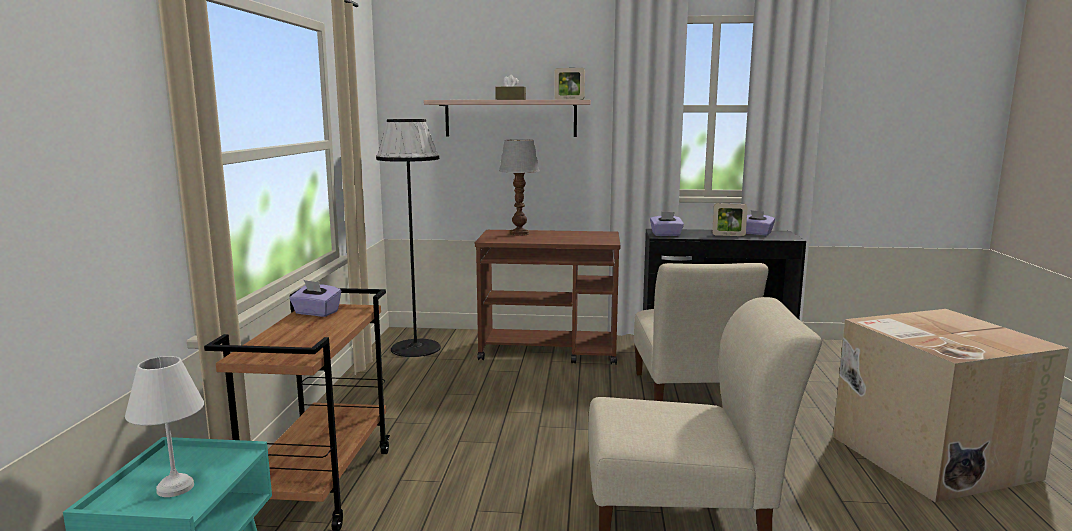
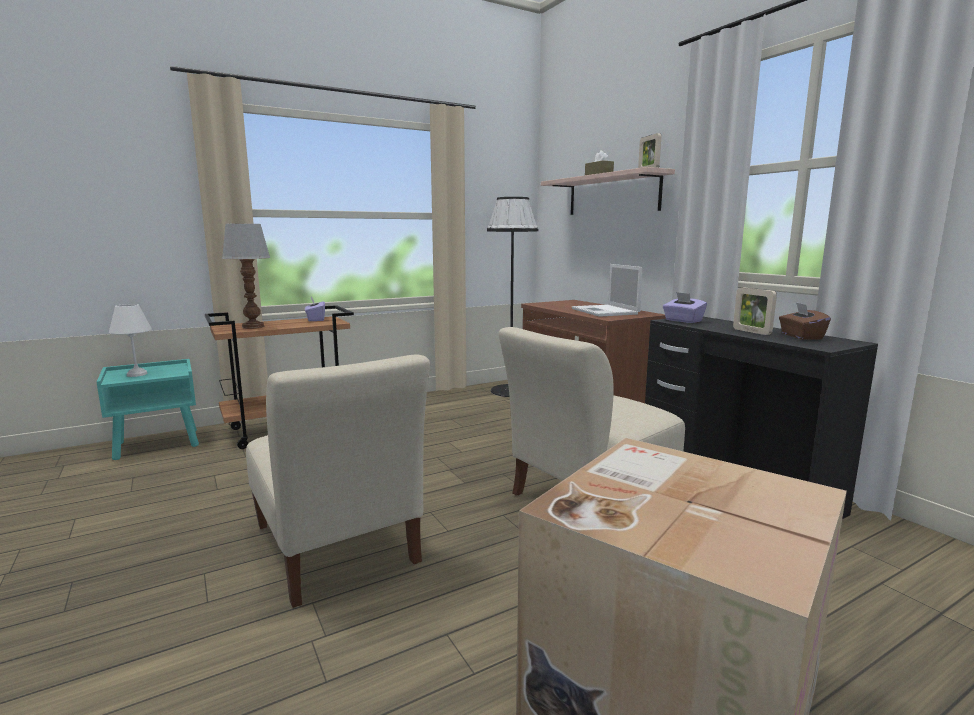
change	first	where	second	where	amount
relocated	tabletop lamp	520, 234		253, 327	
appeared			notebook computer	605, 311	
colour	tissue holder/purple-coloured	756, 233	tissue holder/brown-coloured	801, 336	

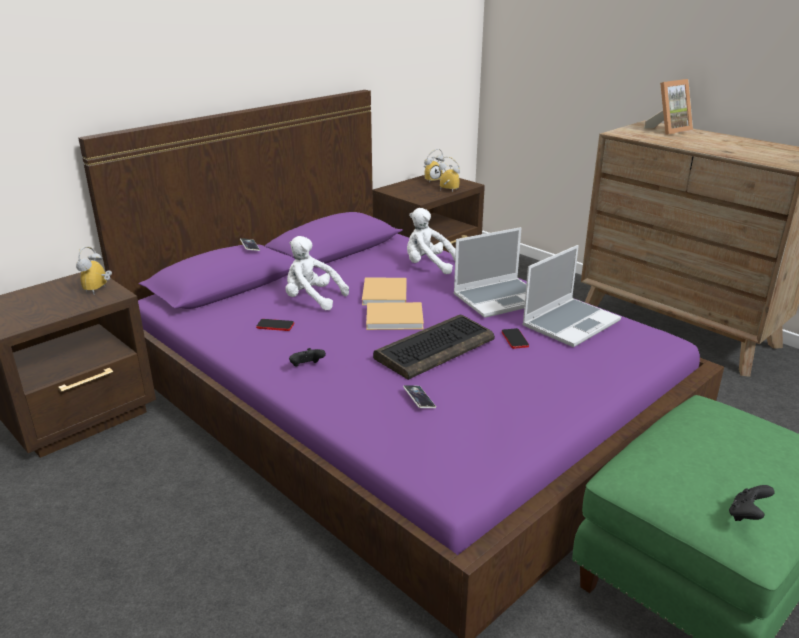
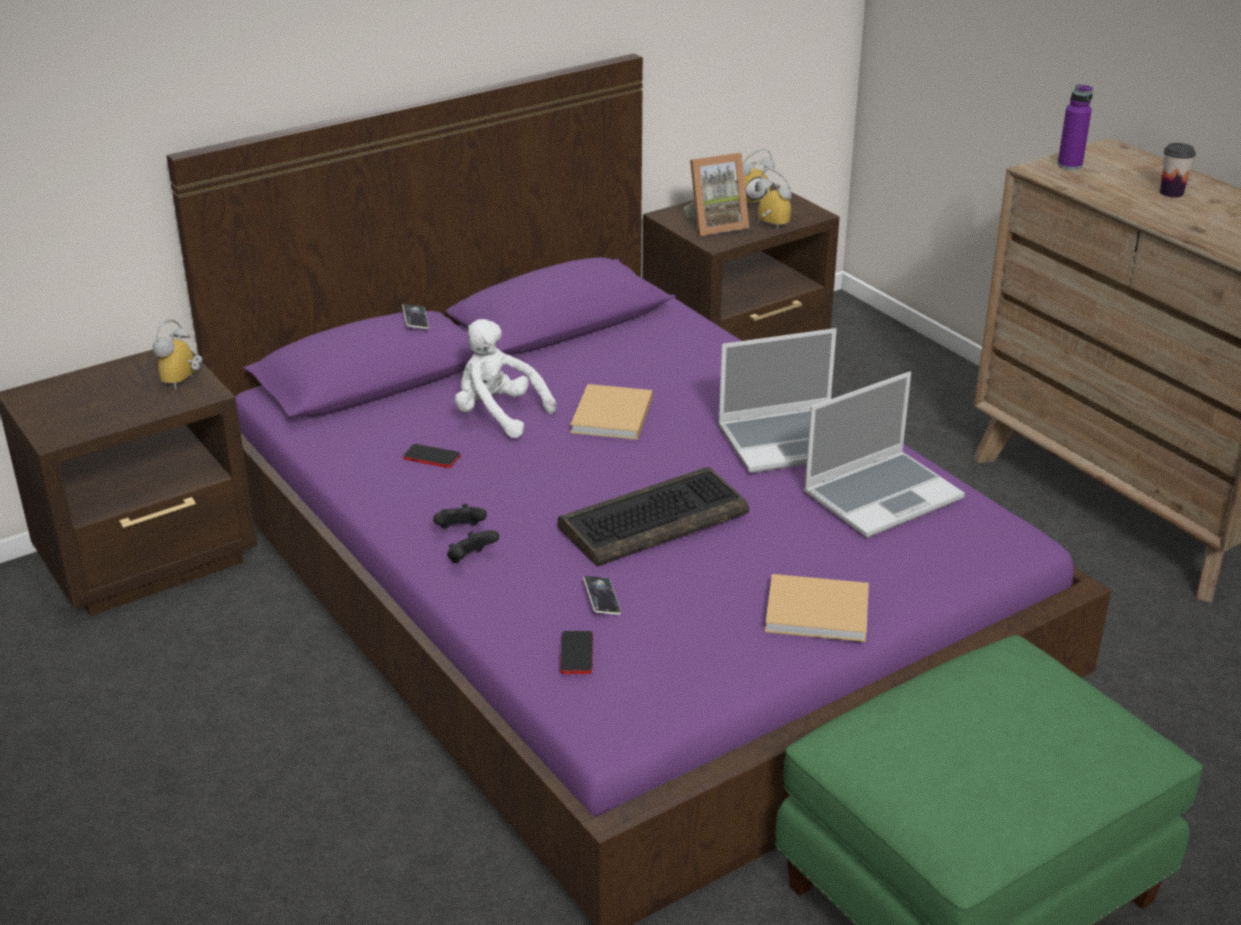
change	first	where	second	where	amount
relocated	joypad/black	747, 515		471, 560	
relocated	handset	514, 339		576, 653	
relocated	picture frame	668, 130		715, 225	
relocated	volume/sand-coloured	396, 318		820, 612	
appeared			beverage bottle/purple-coloured	1069, 165	
appeared			cup	1171, 193	
missing	cuddly toy/white	428, 266			

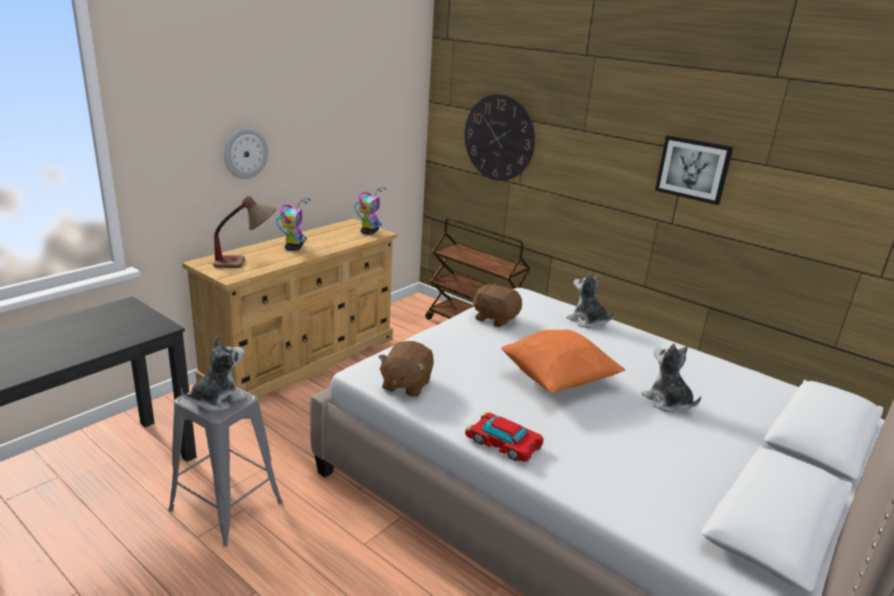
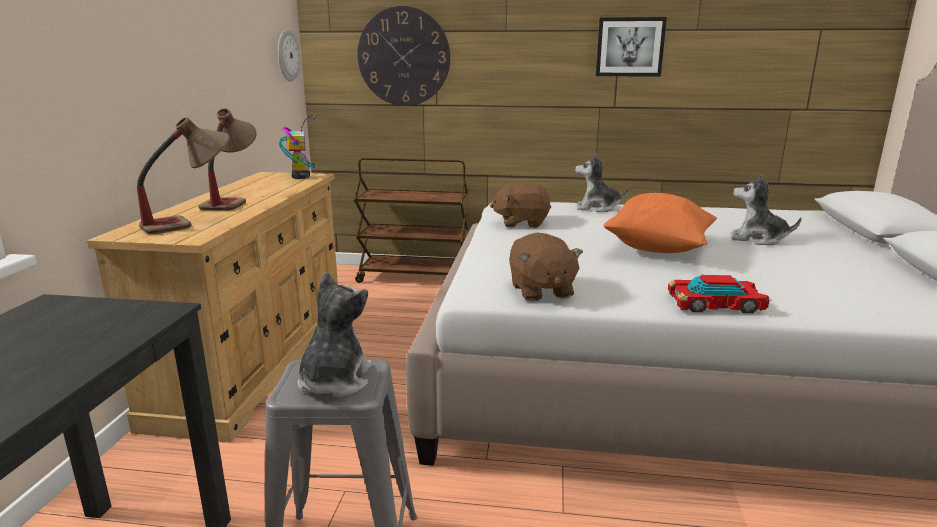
change	first	where	second	where	amount
exchanged	toy robot	294, 247	tabletop lamp	232, 201	
relocated	wall clock	245, 153		287, 55	

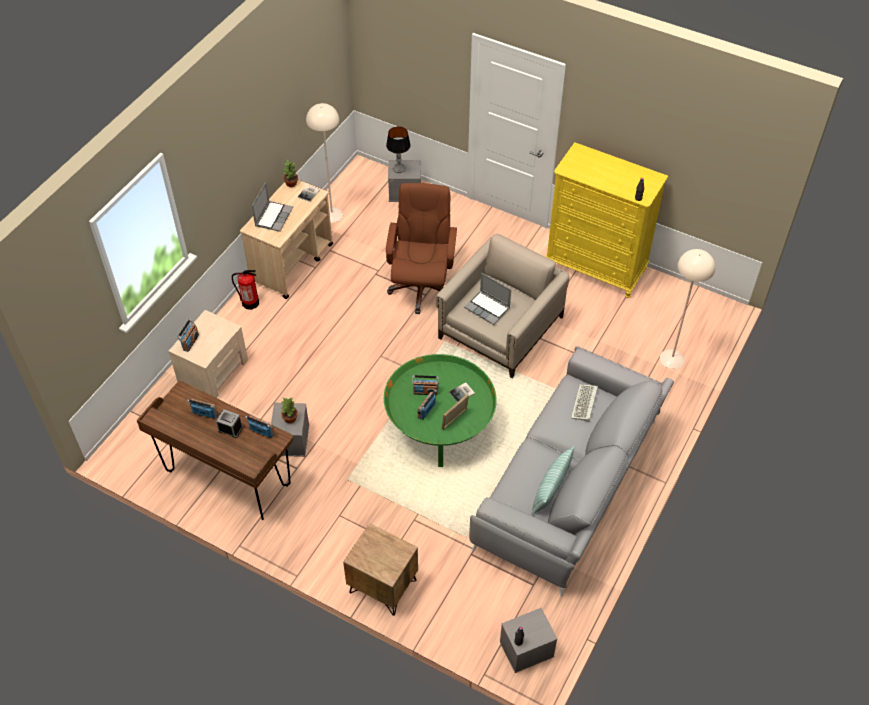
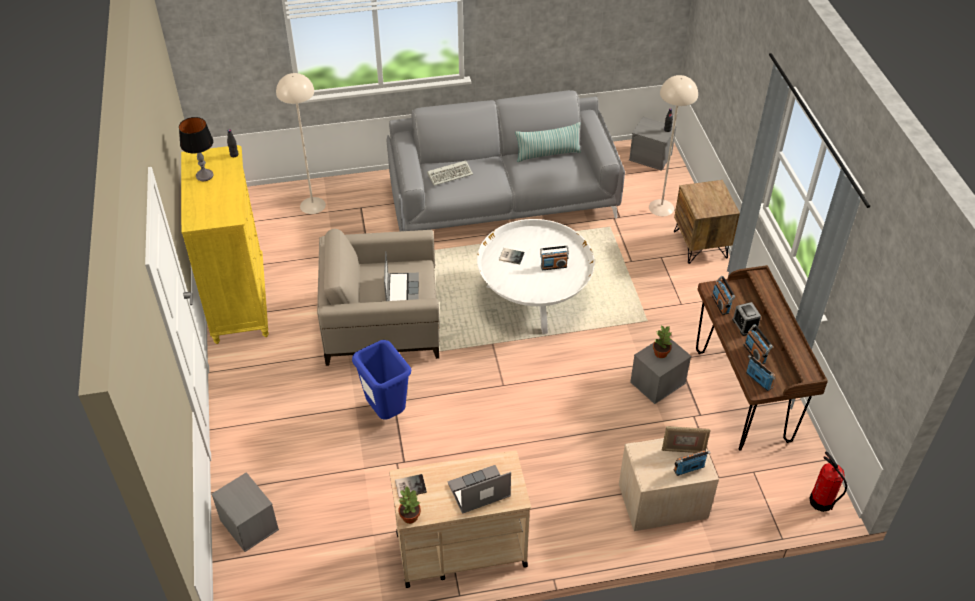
change	first	where	second	where	amount
relocated	tabletop lamp	399, 168		204, 176	
exchanged	computer chair/brown-coloured	421, 287	trash can/blue-coloured	386, 412	
colour	coffee table/greenish	439, 427	coffee table/white	534, 297	
relocated	standard lamp/sand-coloured	331, 214		661, 208	
relocated	picture frame	455, 419		683, 450	
relocated	radio	425, 392		758, 380	
relocated	fire extinguisher	250, 302		821, 502	

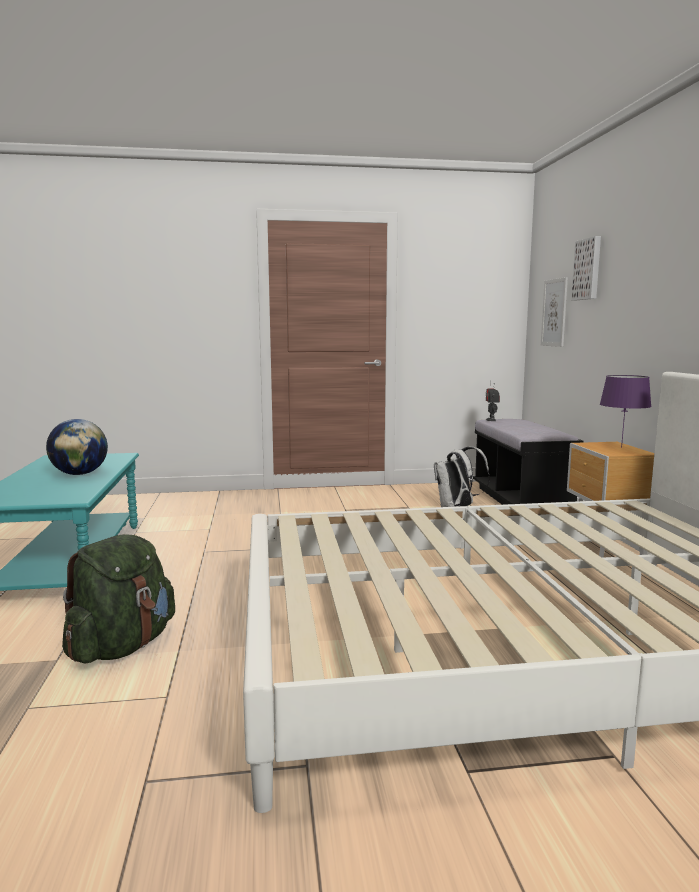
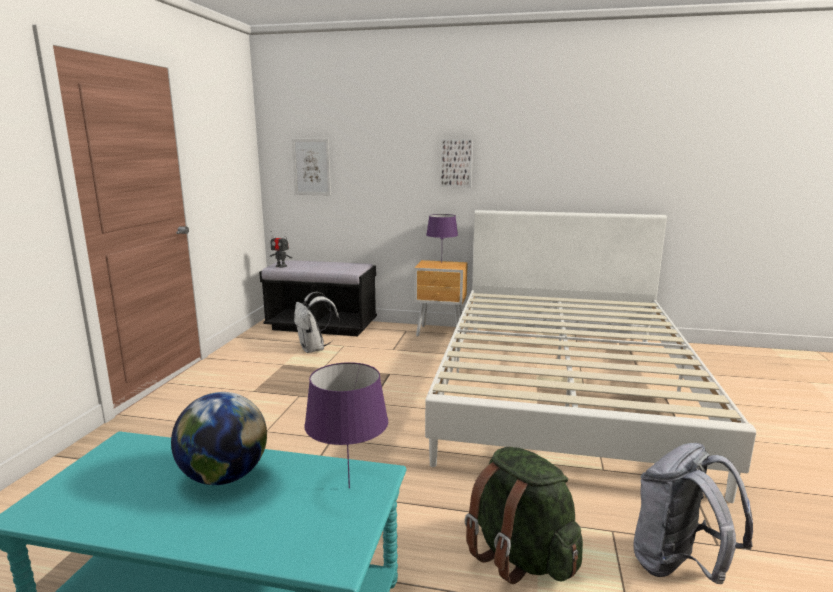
change	first	where	second	where	amount
appeared			tabletop lamp/purple-coloured	349, 487	
relocated	wall picture	588, 269		456, 163	
appeared			backpack/gray	678, 567	

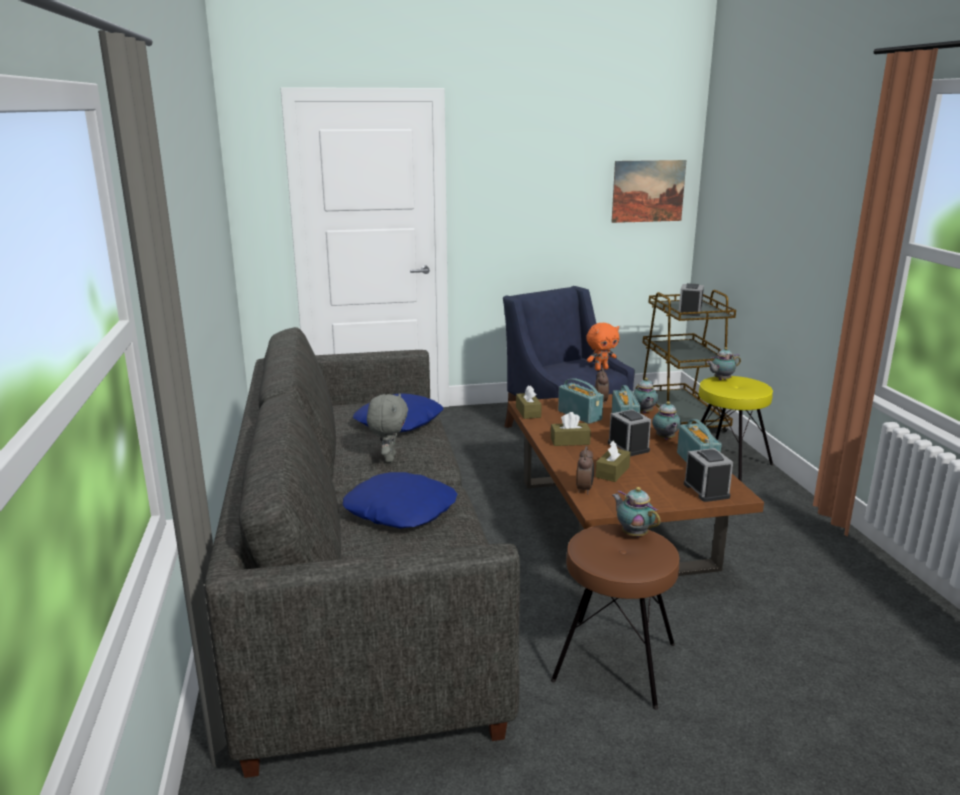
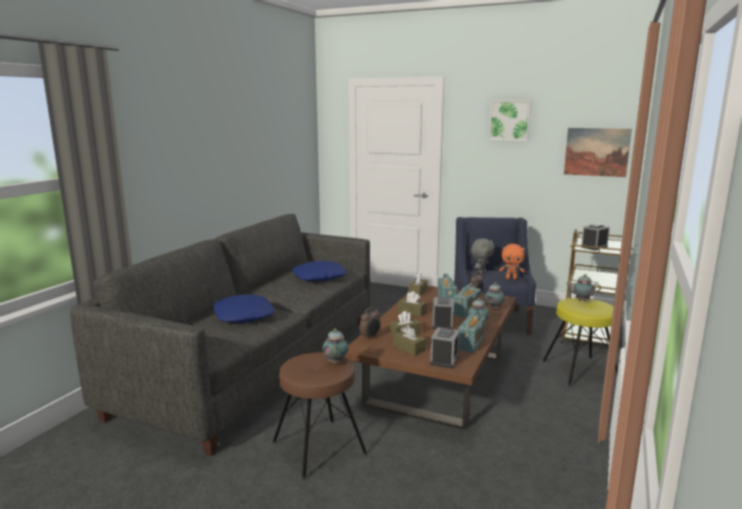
change	first	where	second	where	amount
appeared			tissue holder/brown-coloured	409, 348	
relocated	cuddly toy/gray	389, 458		481, 272	
appeared			wall picture	510, 120	

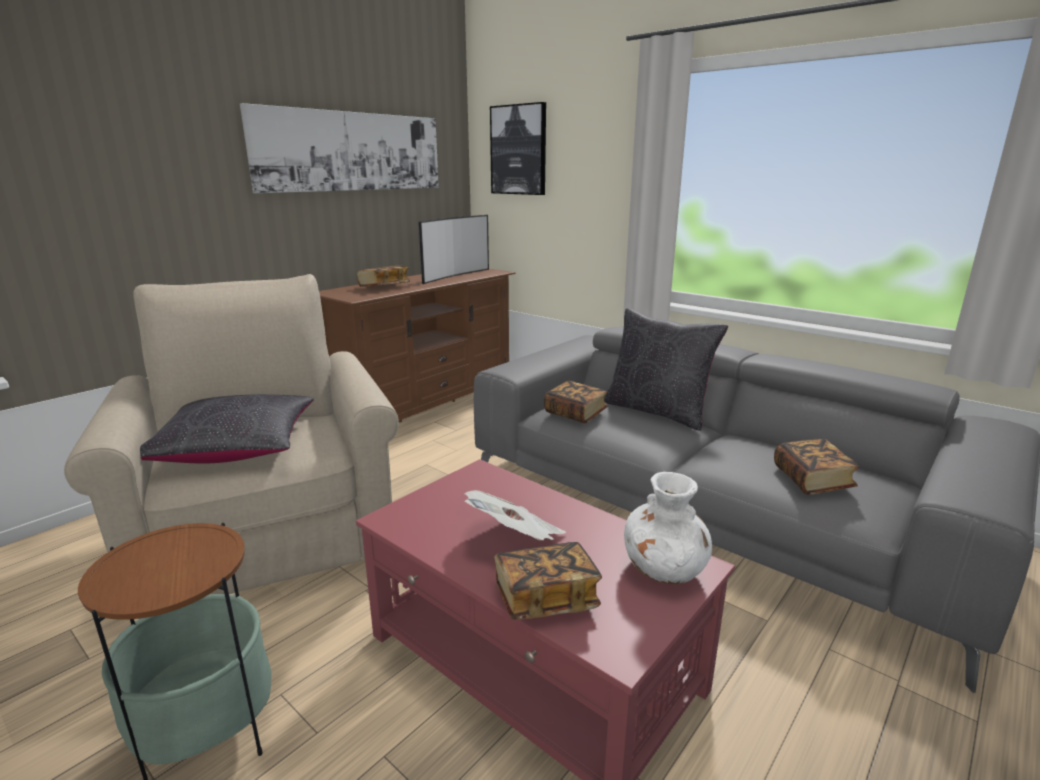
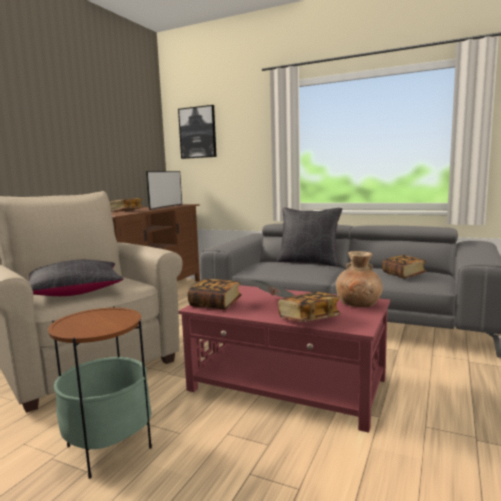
change	first	where	second	where	amount
relocated	volume	575, 413		215, 304	
colour	decorative vase/white	664, 570	decorative vase/brown-coloured	358, 304	
missing	wall picture	352, 151			

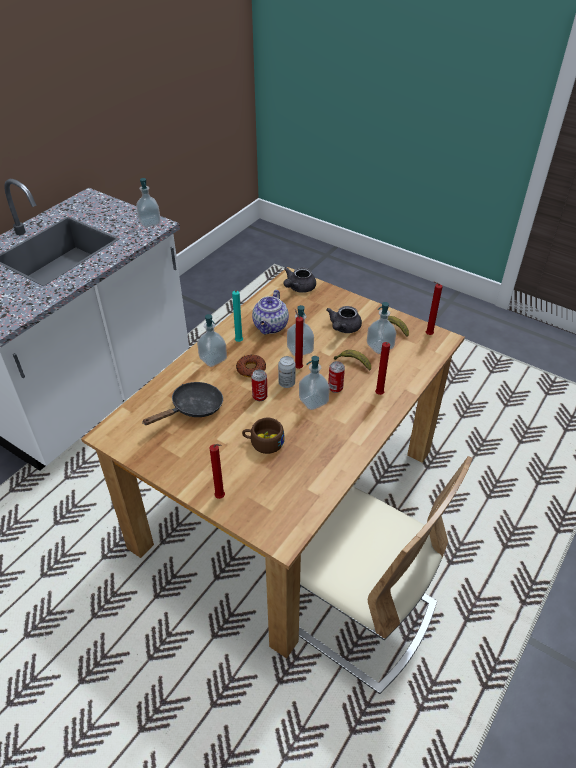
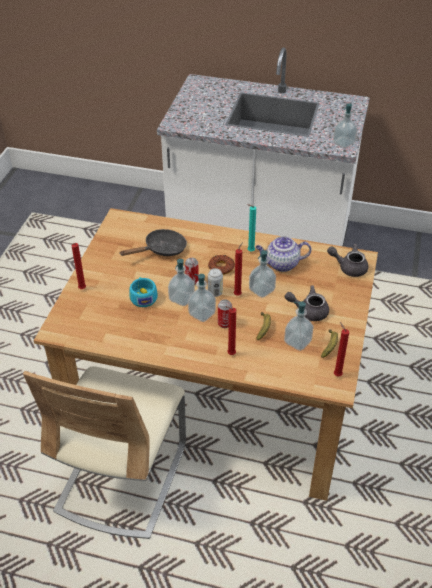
change	first	where	second	where	amount
spun	pan/black	193, 408		161, 249	60 degrees counterclockwise
colour	cup/brown-coloured	263, 442	cup/turquoise	143, 296	
relocated	liquid soap bottle	213, 359		181, 298	

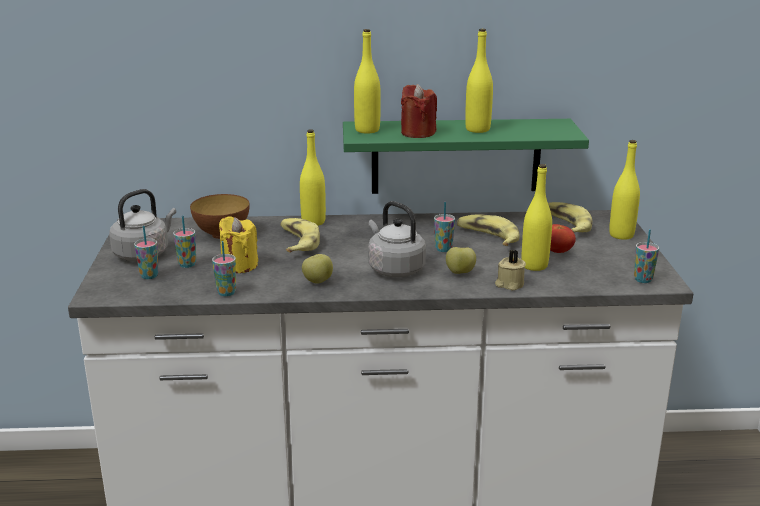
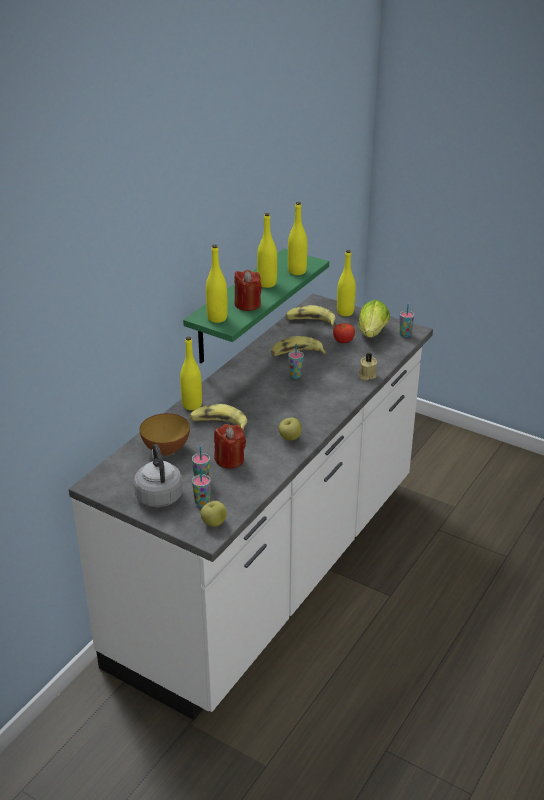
change	first	where	second	where	amount
relocated	apple	460, 273		213, 523	
colour	wax candle/yellow	239, 265	wax candle/red	229, 460	
relocated	beverage bottle/yellow	534, 265		297, 271	
appeared			head of lettuce	372, 335	
missing	cup	226, 293			
missing	kettle/gray	394, 269			

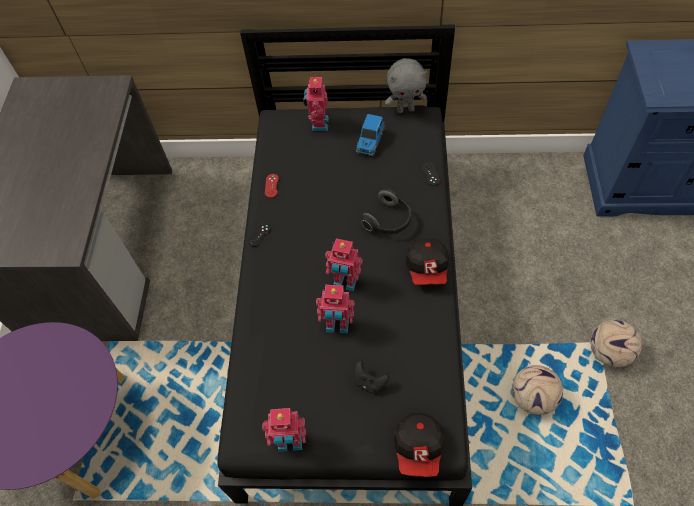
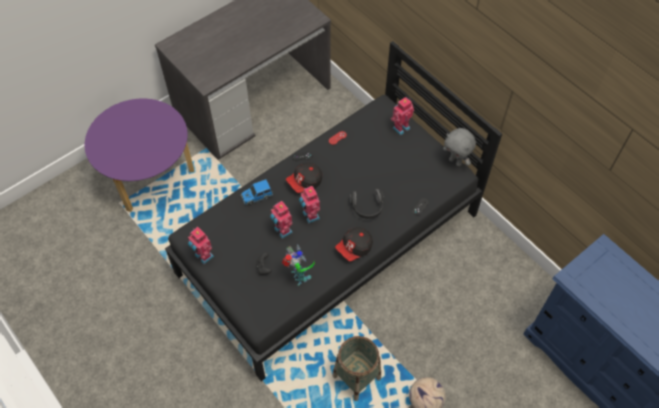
change	first	where	second	where	amount
relocated	miniature car	370, 141		256, 196	
appeared			toy robot	299, 277	
relocated	peaked cap	419, 448		305, 182	
exchanged	ball for football	533, 398	basket	356, 377	

